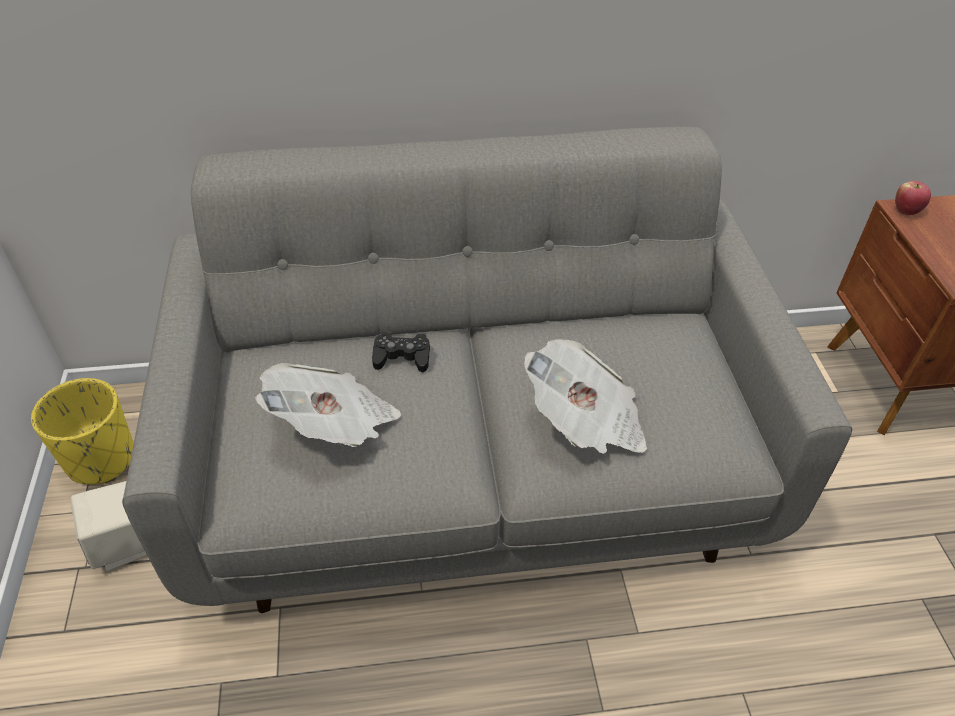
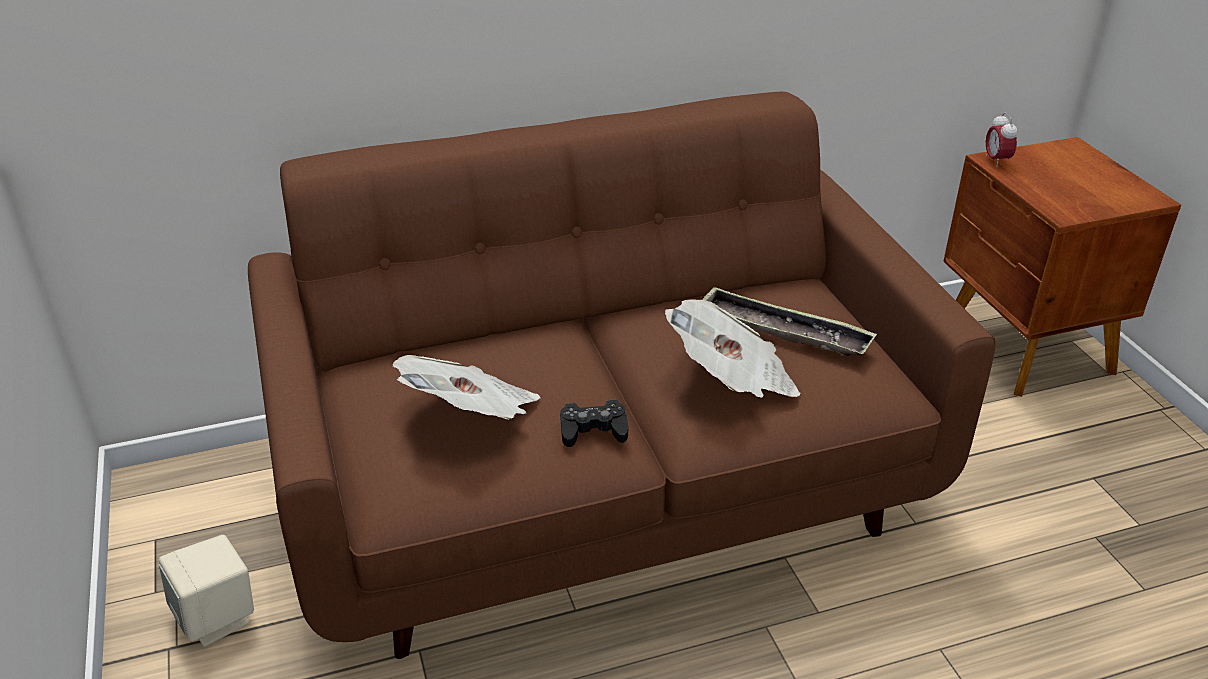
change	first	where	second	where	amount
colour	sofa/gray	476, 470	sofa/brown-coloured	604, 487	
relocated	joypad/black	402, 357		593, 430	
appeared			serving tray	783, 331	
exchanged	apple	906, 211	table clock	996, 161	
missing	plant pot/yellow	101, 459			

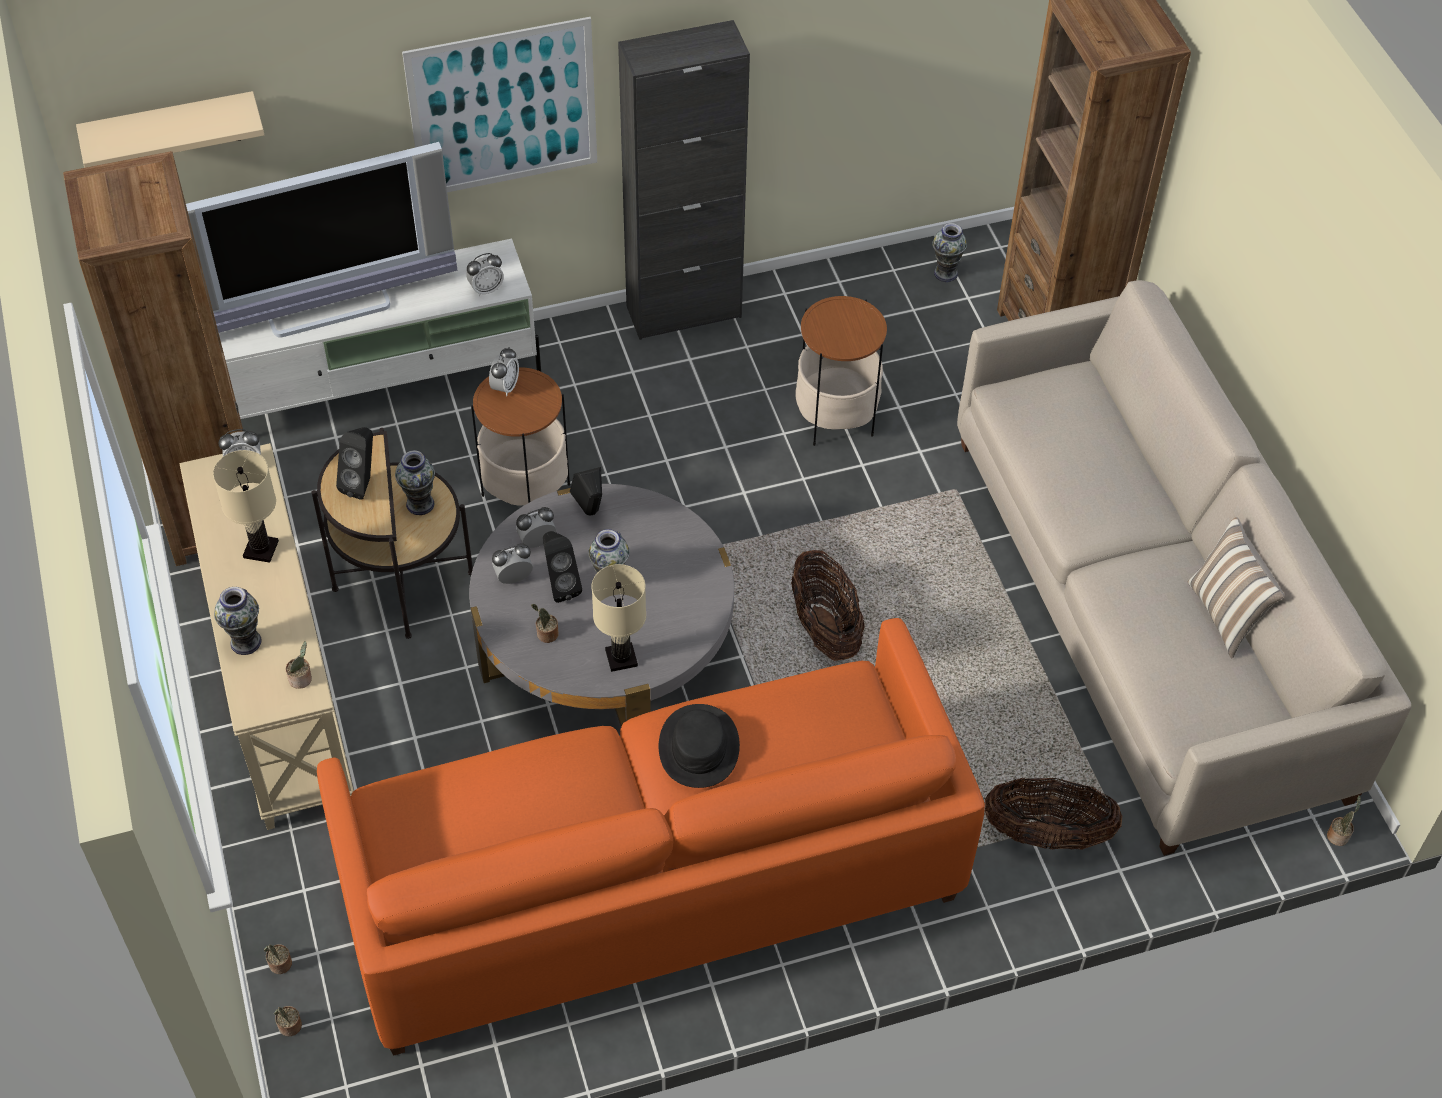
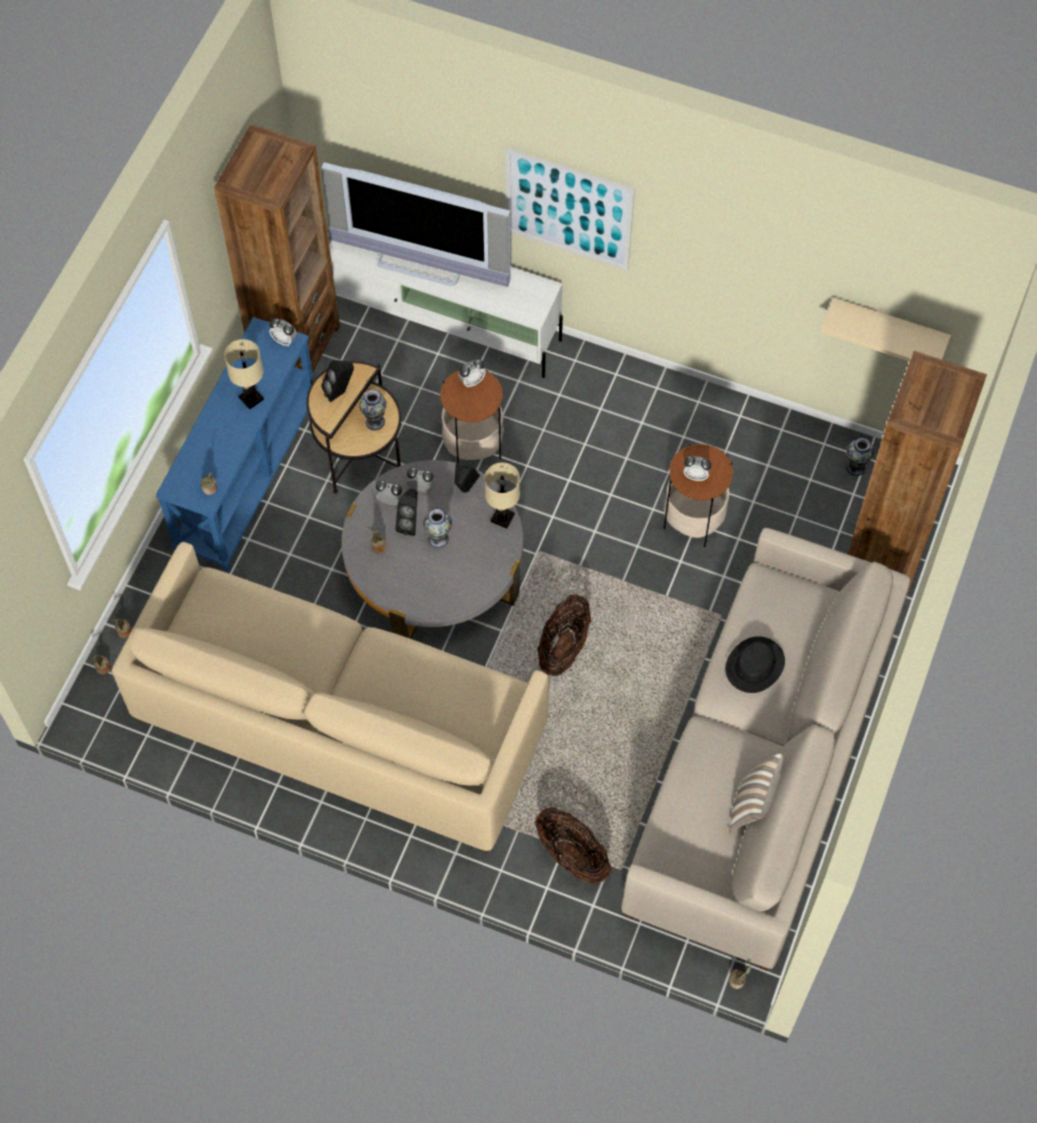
change	first	where	second	where	amount
colour	sofa/orangey	650, 881	sofa/sand-coloured	339, 723	
colour	narrow table/sand-coloured	279, 685	narrow table/blue-coloured	246, 474	
relocated	tabletop lamp/sand-coloured	621, 657		503, 517	
relocated	table clock	486, 289		696, 475	
relocated	hat/black	699, 747		755, 665	
relocated	bracket shelf/sand-coloured	170, 129		888, 327	
missing	decorative vase	246, 642			
missing	cupboard/black	684, 312			

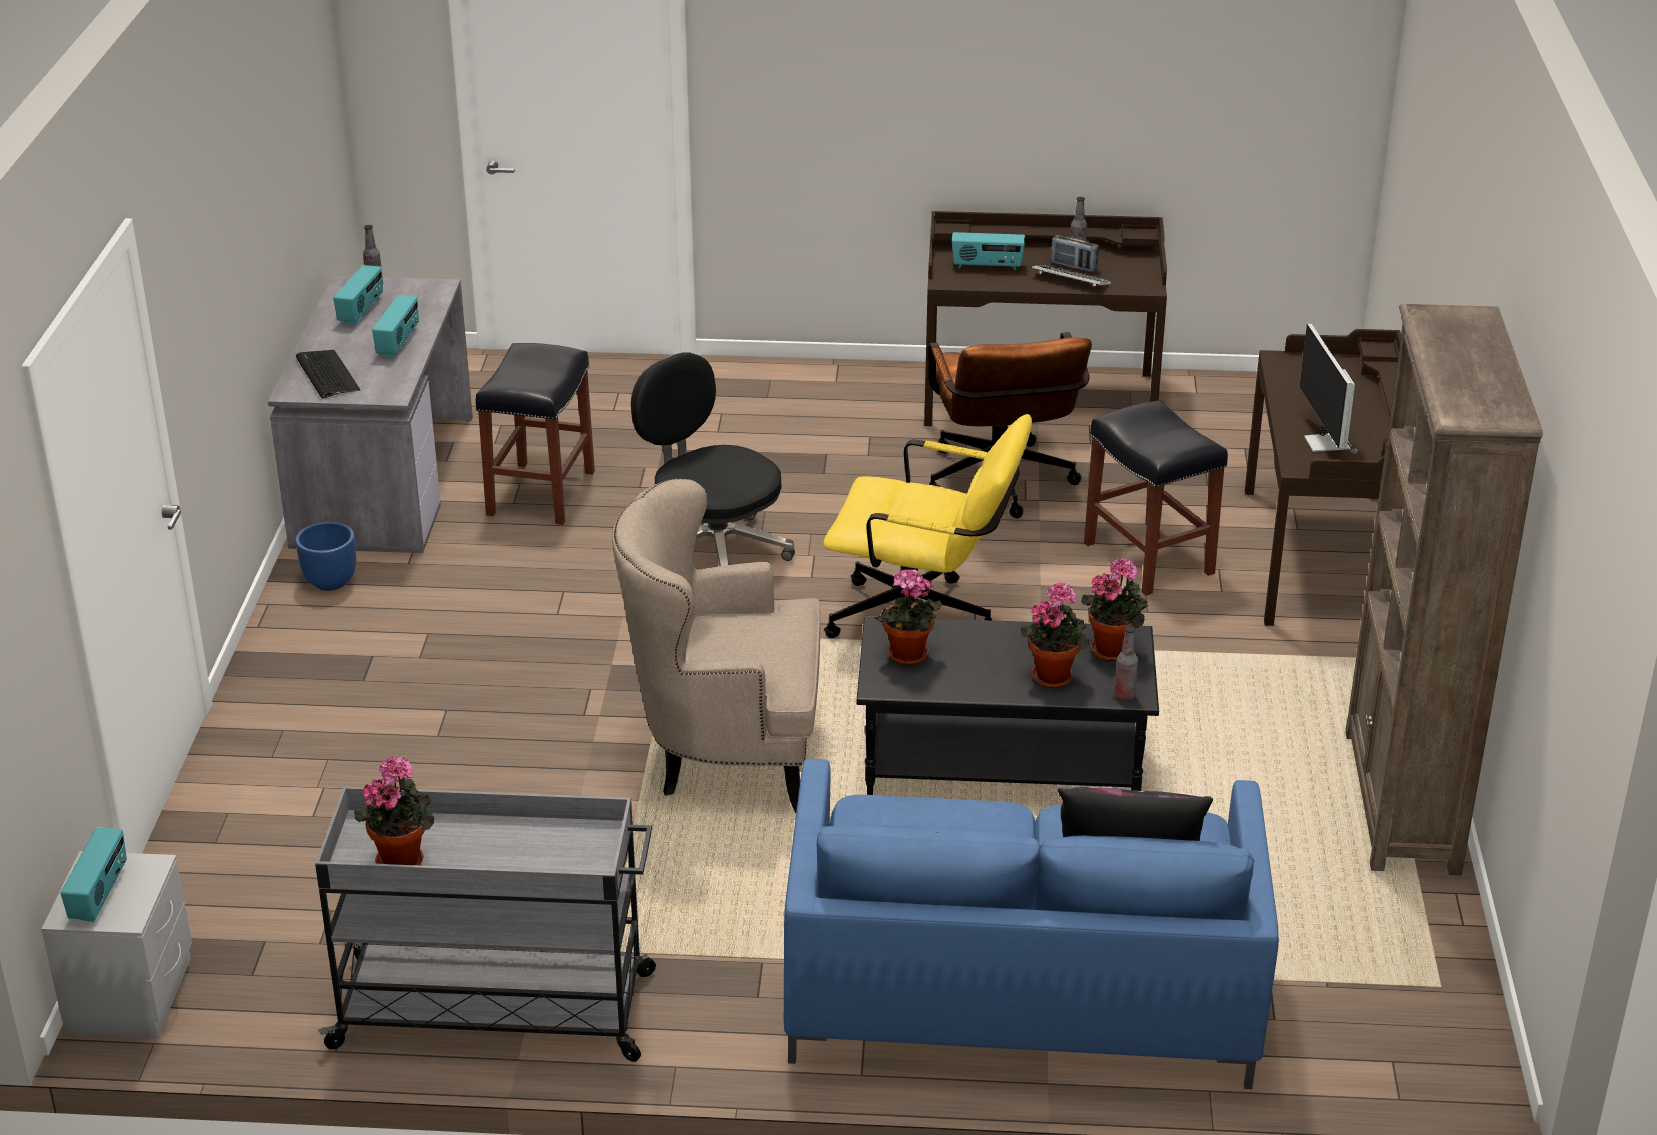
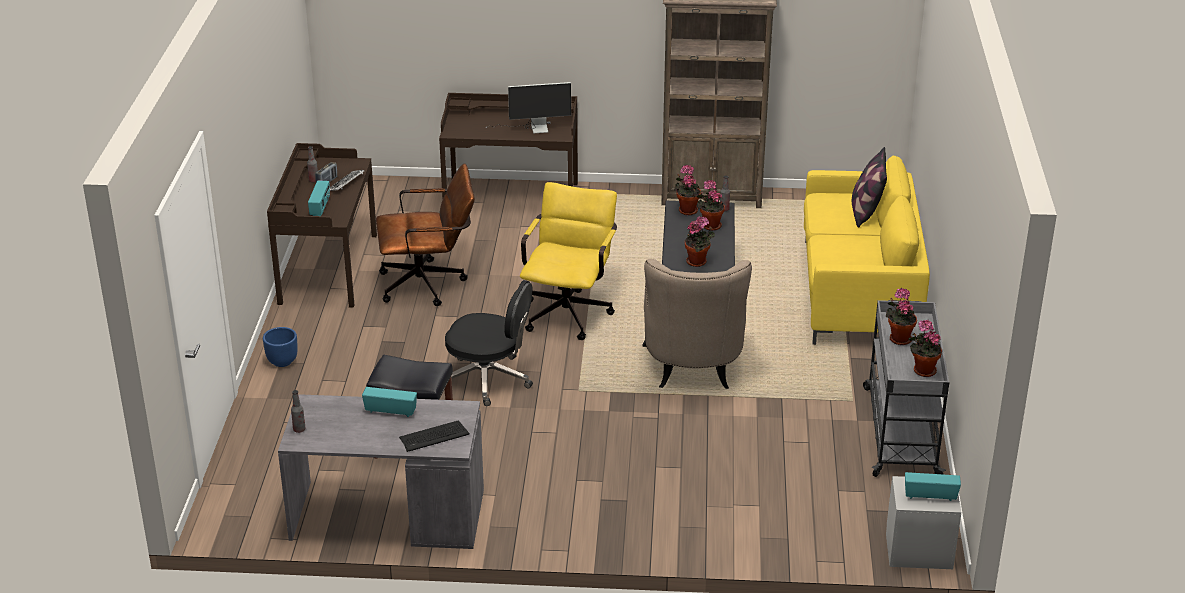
change	first	where	second	where	amount
relocated	plant pot/blue-coloured	331, 581		282, 361	
spun	computer chair/black	713, 550		489, 379	120 degrees counterclockwise
colour	sofa/blue-coloured	1020, 996	sofa/yellow	858, 293	
appeared			potted plant	898, 338	
missing	radio	361, 311			
missing	stool seat/black	1147, 558			

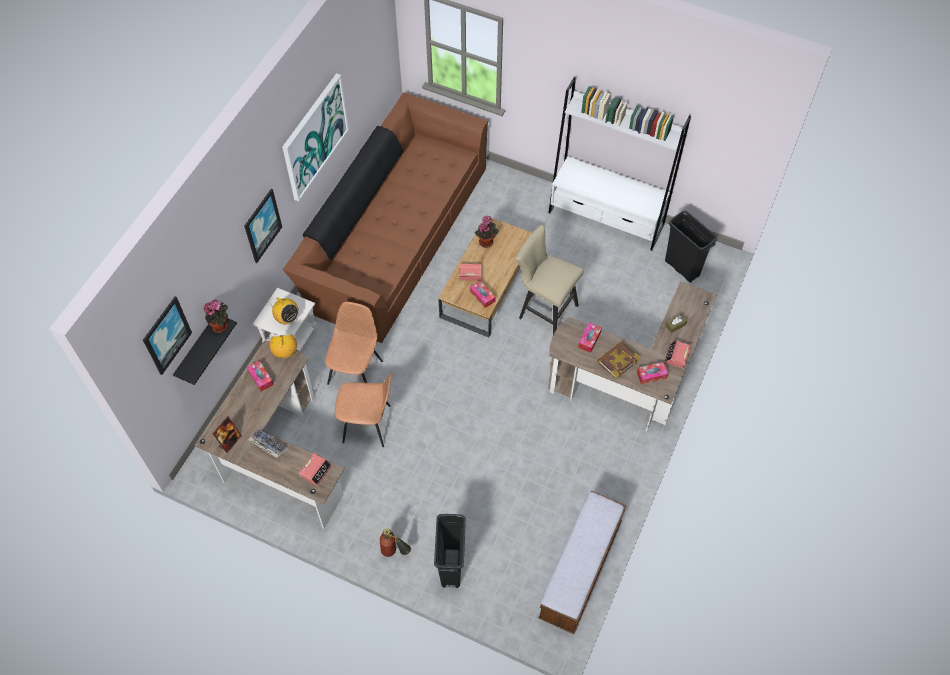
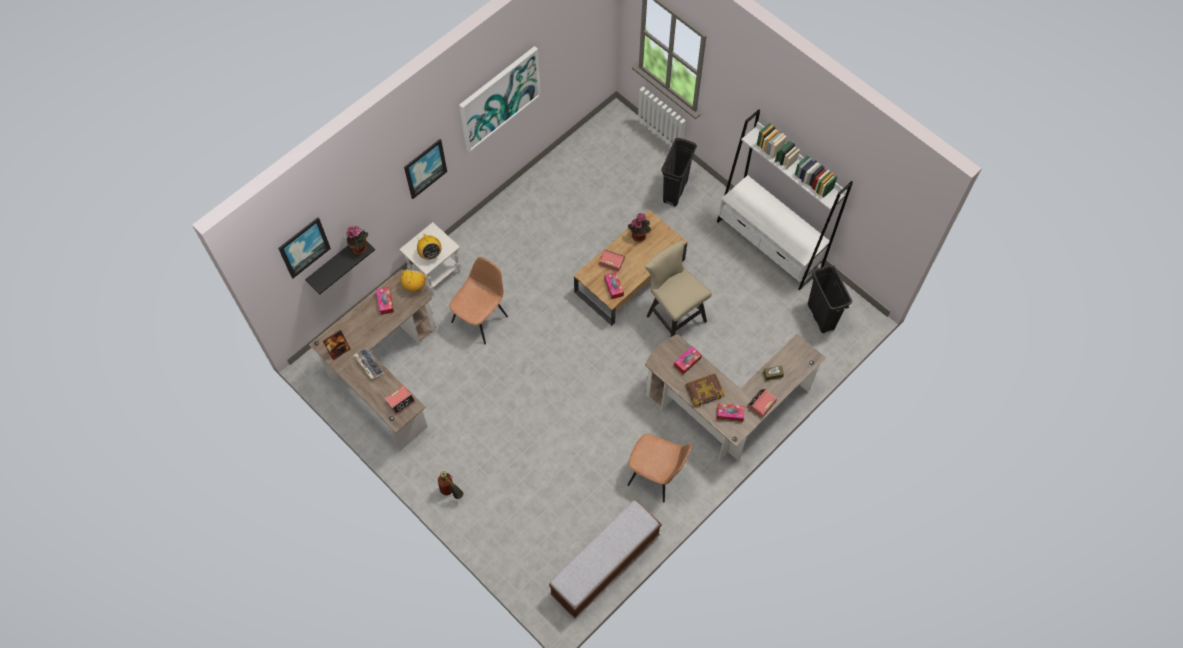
change	first	where	second	where	amount
relocated	plain chair/brown-coloured	368, 424		656, 475	
relocated	trash can/black	451, 566		675, 191	
missing	sofa/brown-coloured	393, 234			

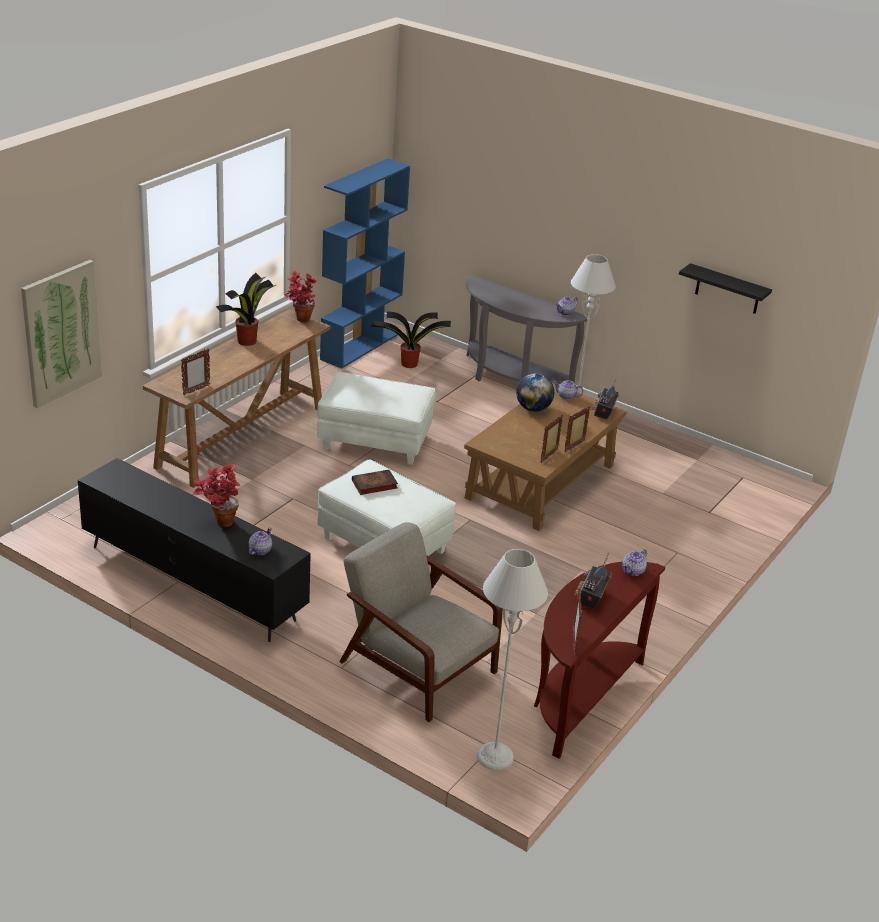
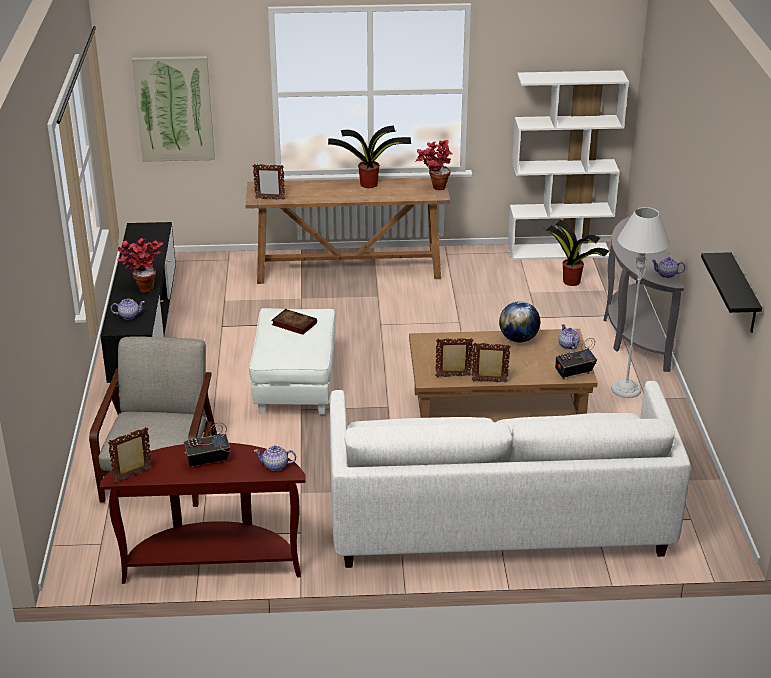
change	first	where	second	where	amount
appeared			sofa/white	497, 518	
colour	bookcase/blue-coloured	360, 346	bookcase/white	559, 251	
missing	footrest/white	375, 442			
missing	standard lamp/gray	495, 756			

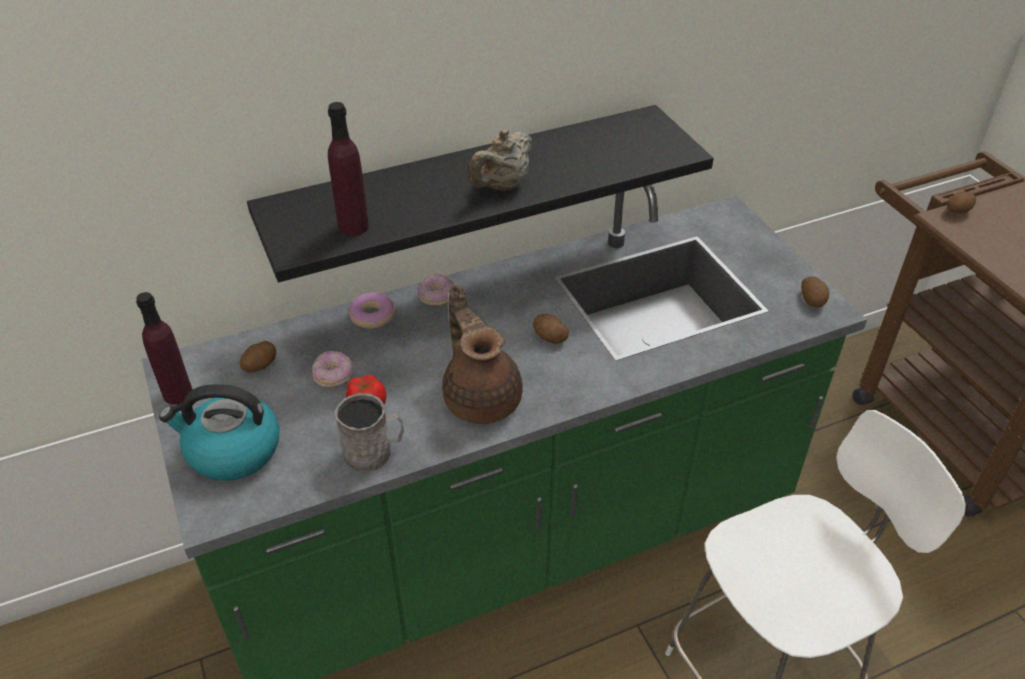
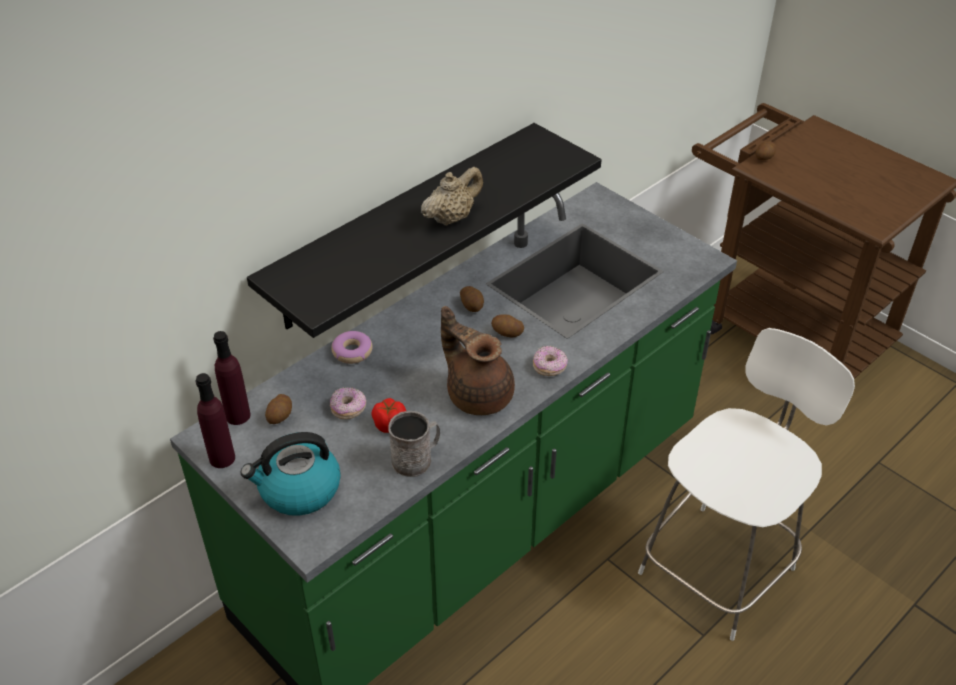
change	first	where	second	where	amount
relocated	beverage bottle/purple-coloured	353, 227		238, 415	
spun	tea pot/sand-coloured	502, 186		452, 217	150 degrees counterclockwise
relocated	potato	813, 300		472, 305	
relocated	ring doughnut	437, 297		549, 367	

